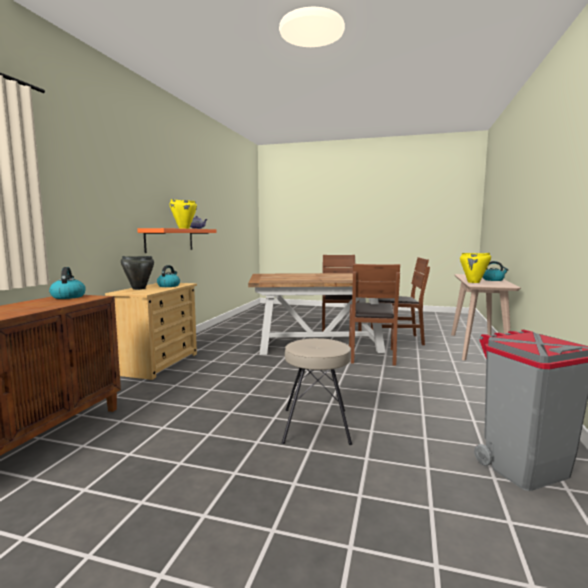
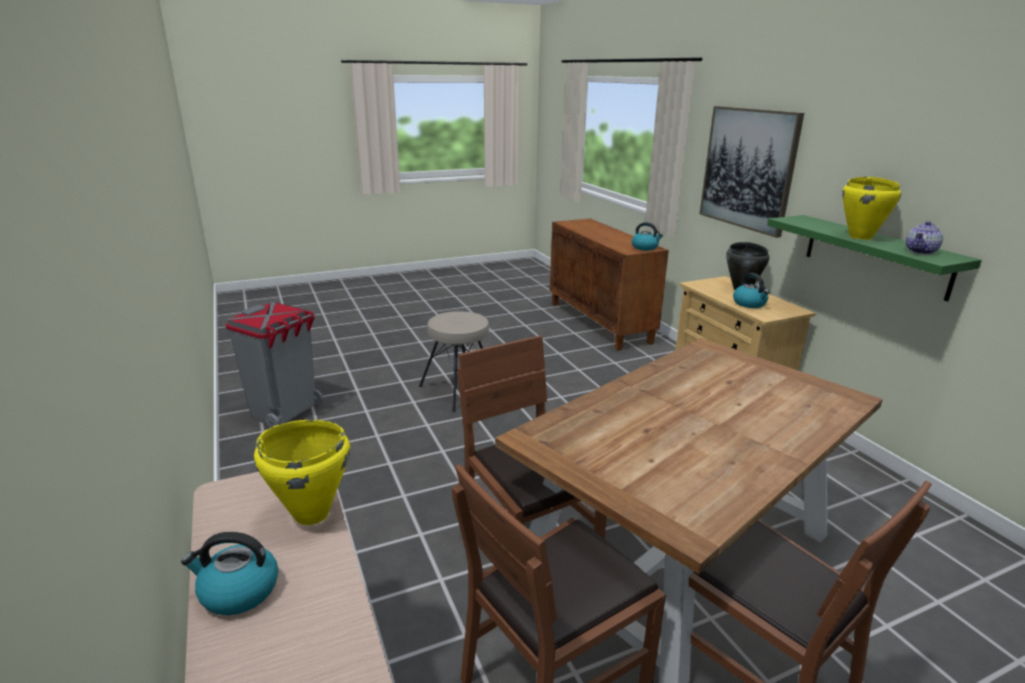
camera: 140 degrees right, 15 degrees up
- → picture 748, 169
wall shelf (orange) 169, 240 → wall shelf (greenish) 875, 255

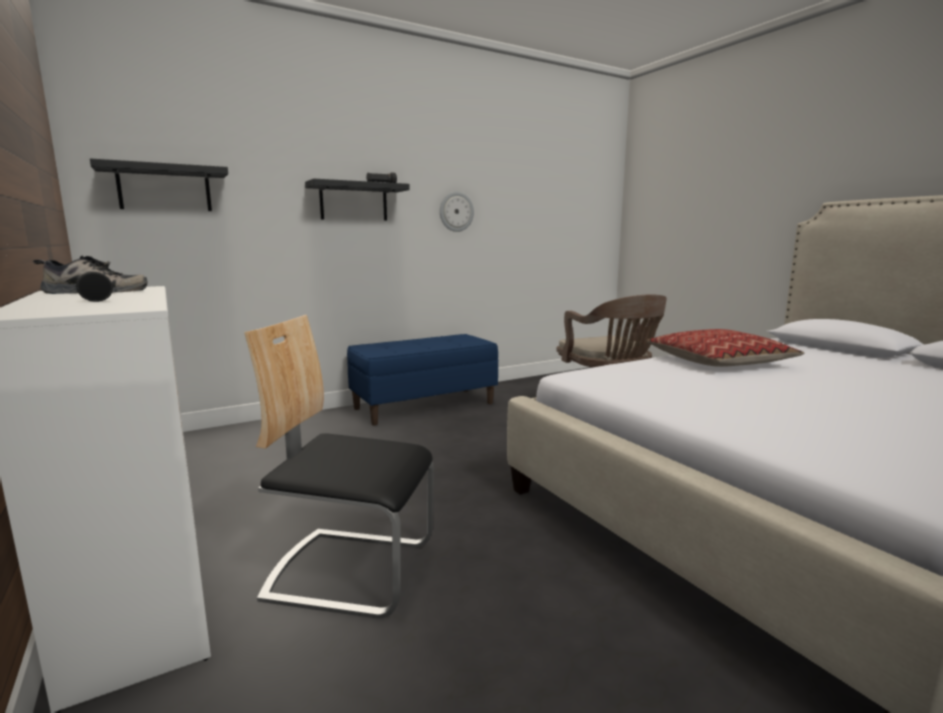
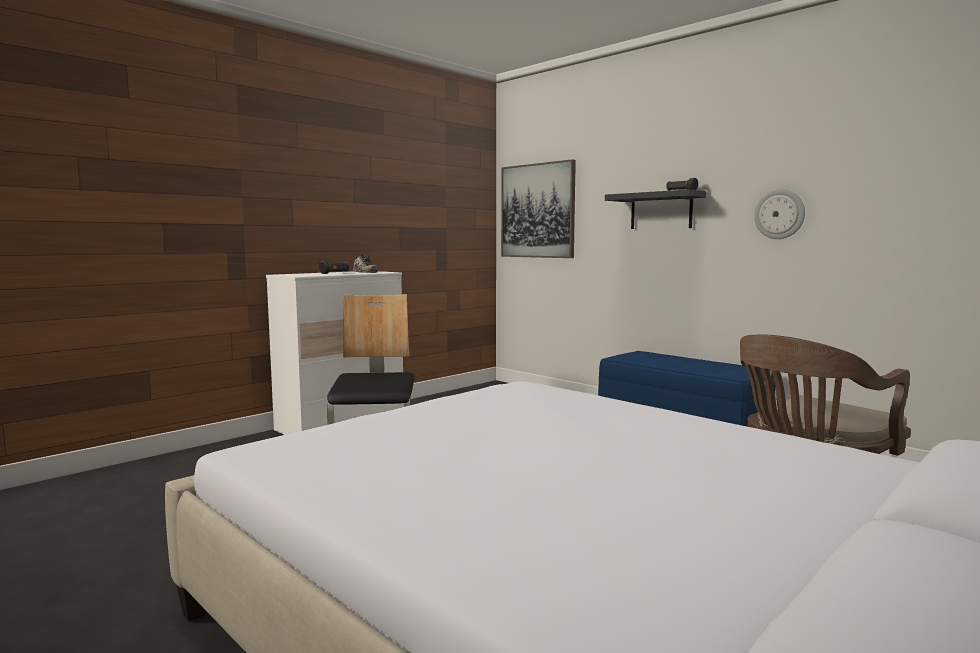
camera: 75 degrees right, 5 degrees down
pillow 718, 362 → -
wall shelf (black) 165, 188 → picture 537, 211

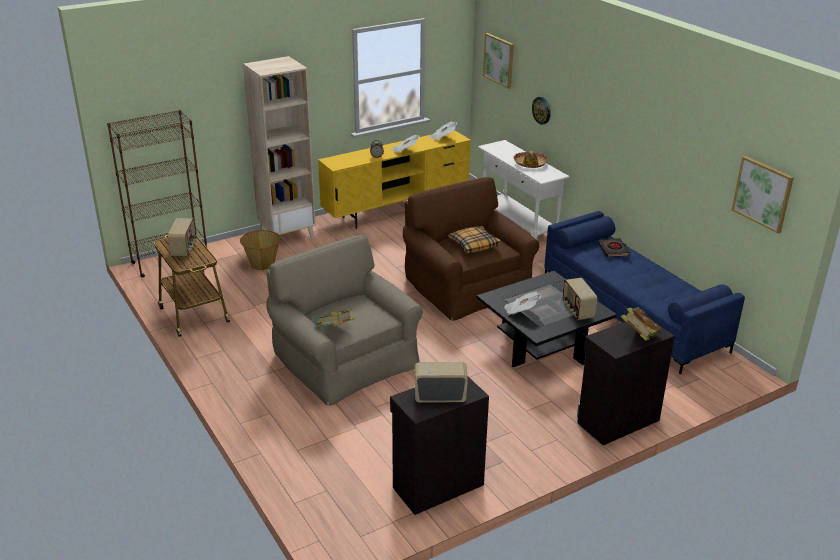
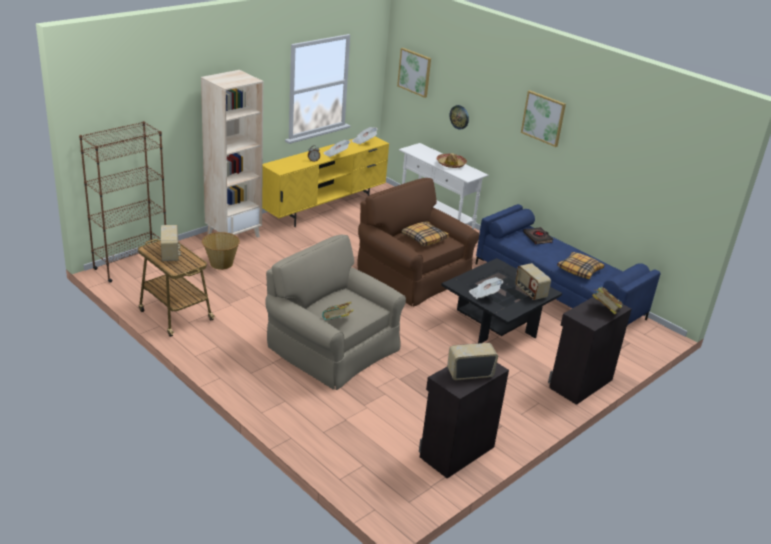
camera: 15 degrees left, 0 degrees up
- → pillow 579, 270
picture 762, 193 → picture 543, 118, shifted

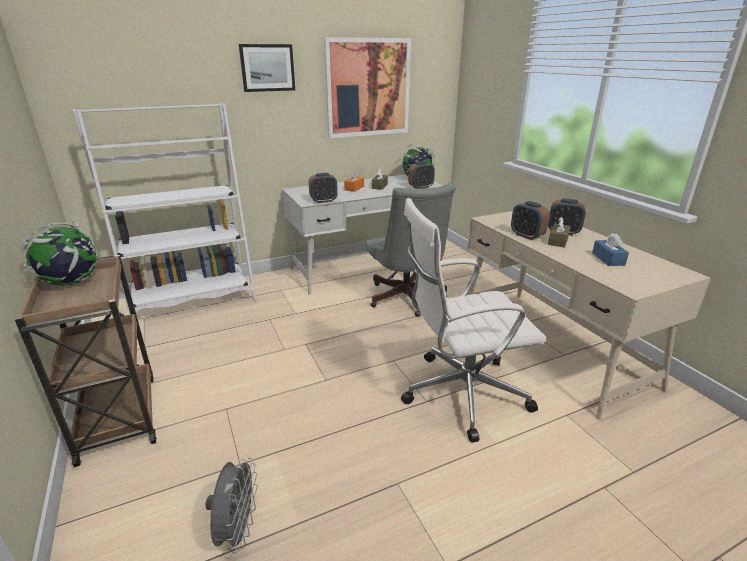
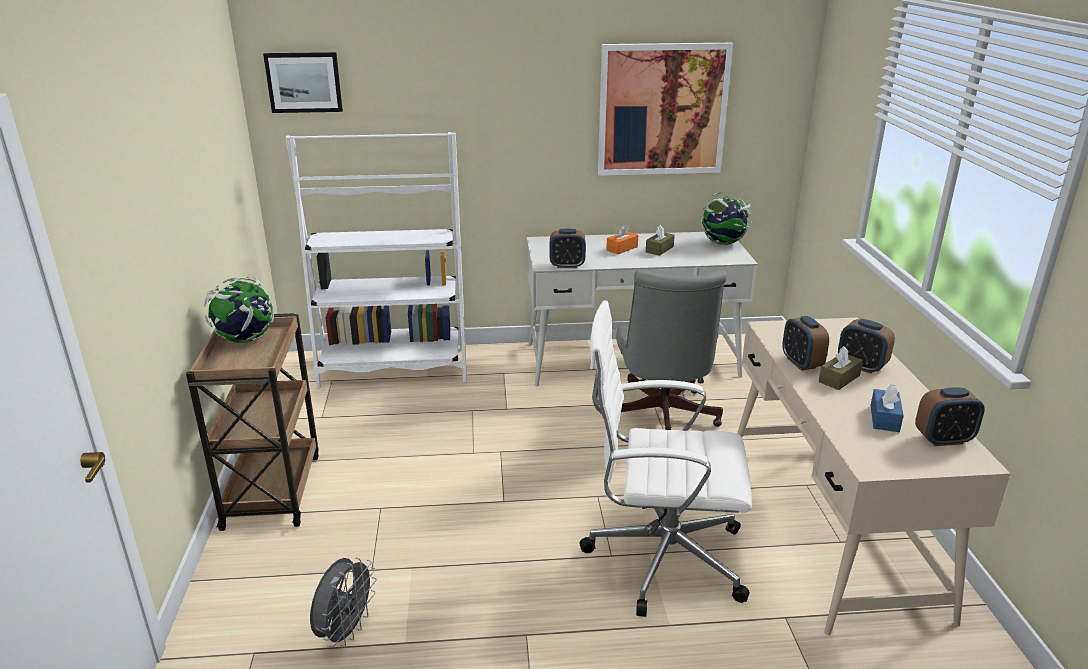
camera: 20 degrees right, 0 degrees up
picture 267, 68 → picture 304, 82, shifted
alarm clock 421, 187 → alarm clock 943, 439, shifted

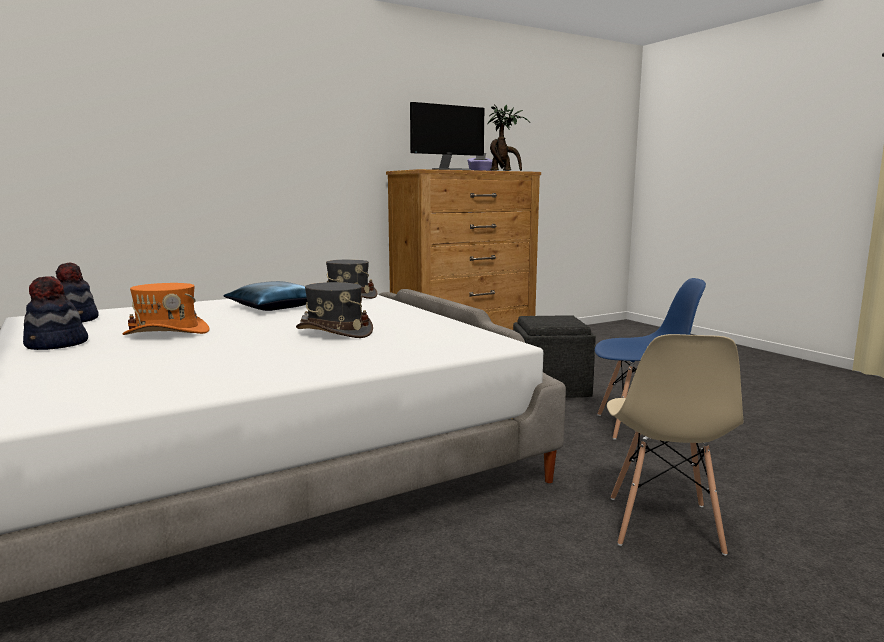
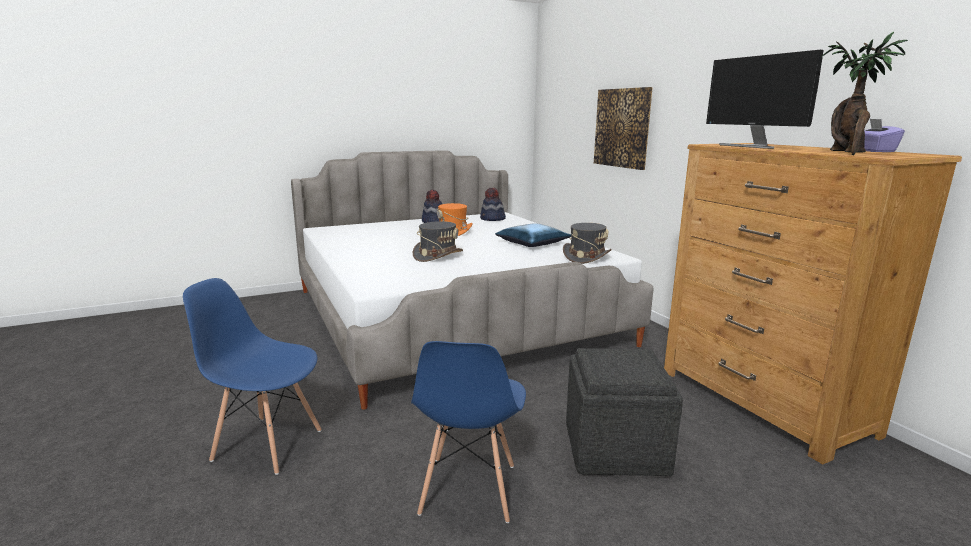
camera: 95 degrees right, 5 degrees up
- → picture 622, 128
upright chair (beige-coloured) 663, 525 → upright chair (bluish) 267, 444

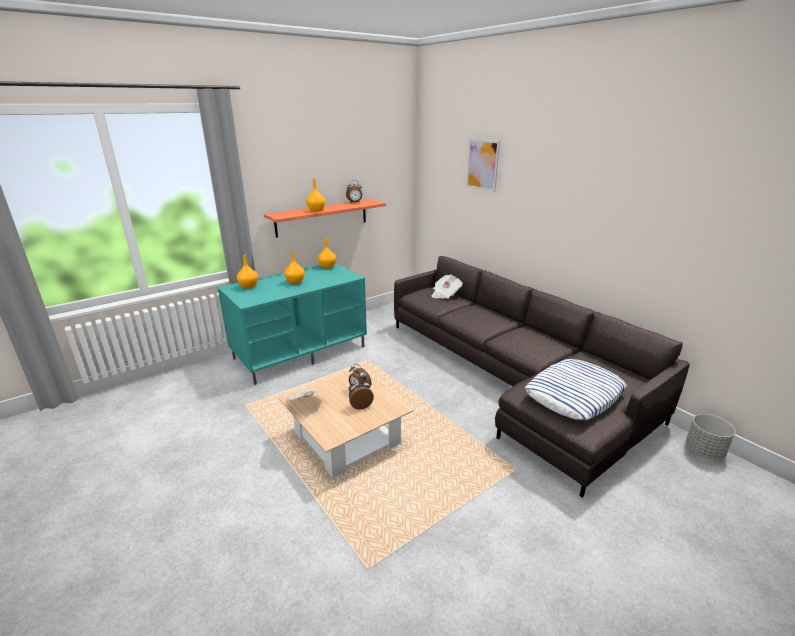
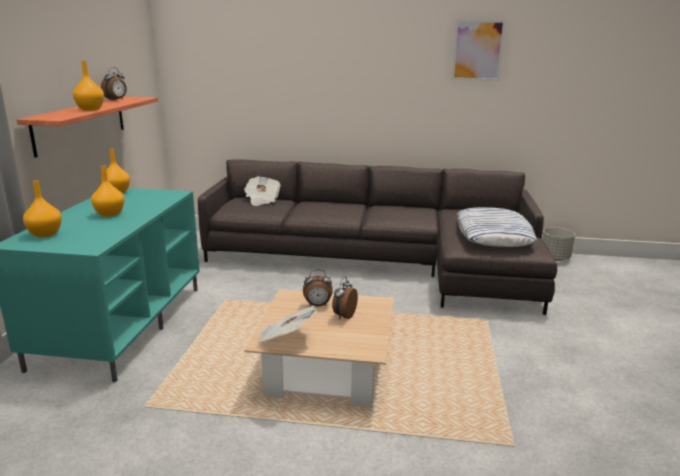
camera: 45 degrees left, 5 degrees down
picture 482, 165 → picture 477, 50, shifted

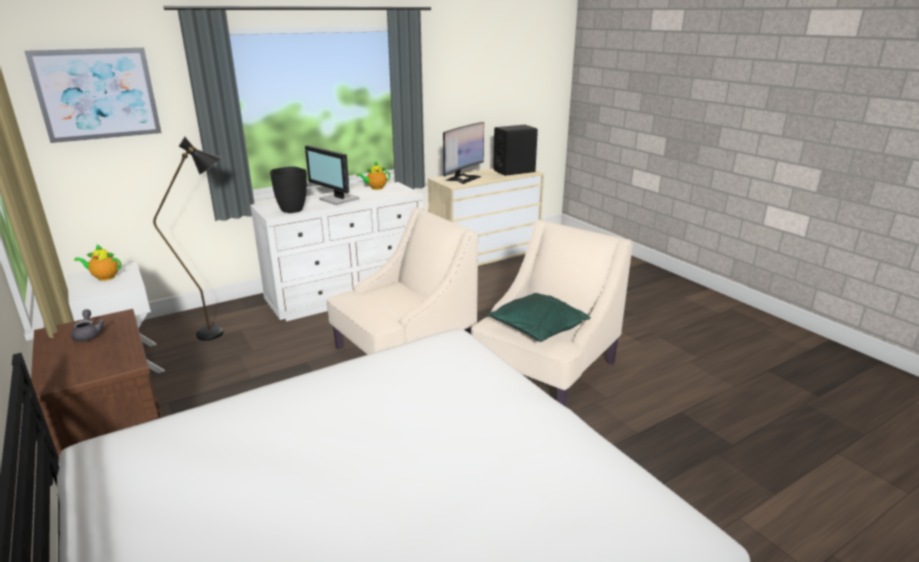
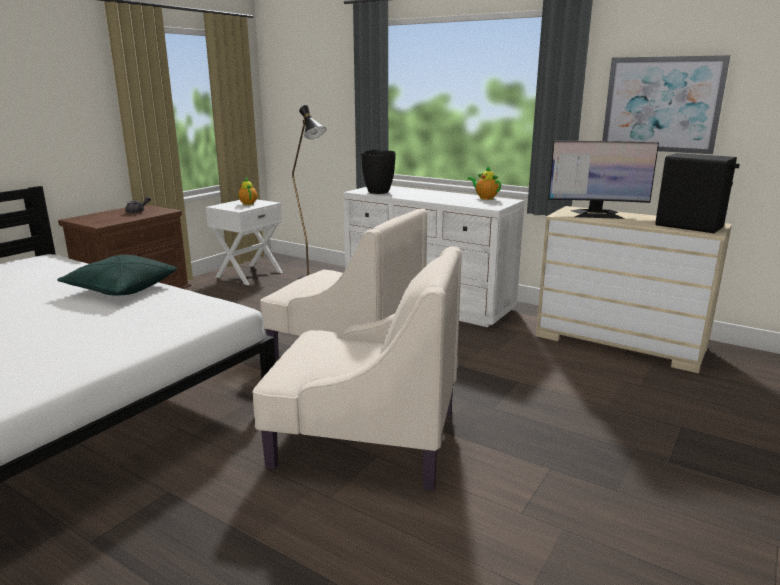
camera: 65 degrees right, 5 degrees down
monitor 338, 200 → -
picture 97, 94 → picture 661, 104, shifted
pillow (greenish) 537, 329 → pillow (greenish) 121, 289, shifted

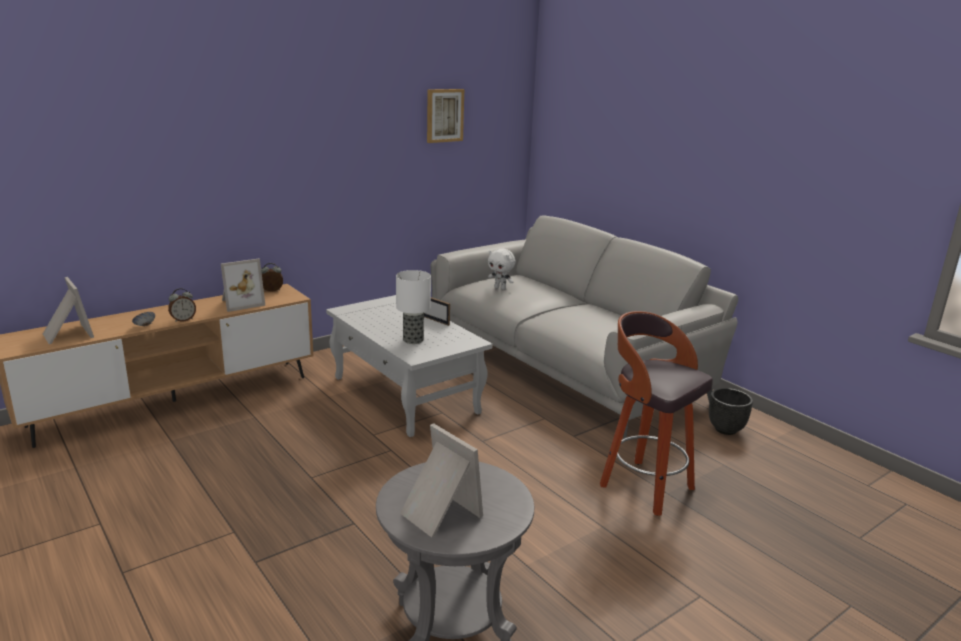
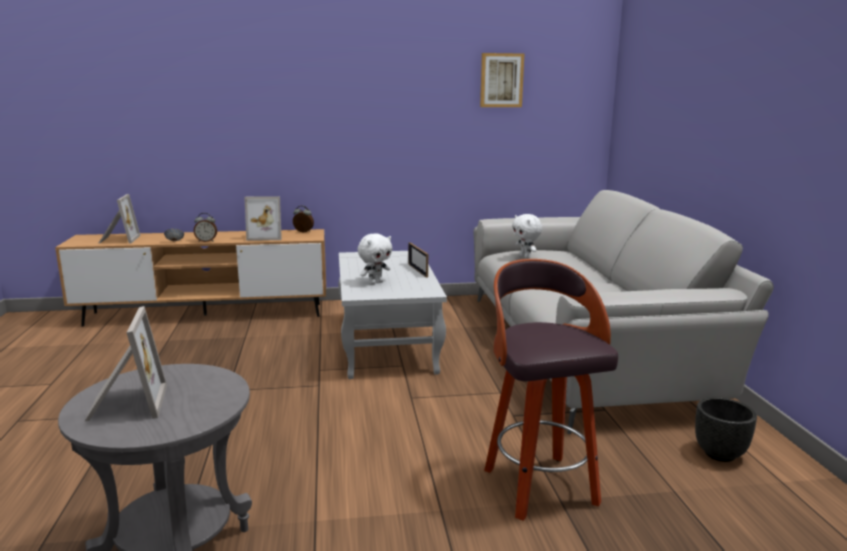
camera: 30 degrees right, 5 degrees down
lamp for a table 413, 340 → soft toy (whitish) 375, 283

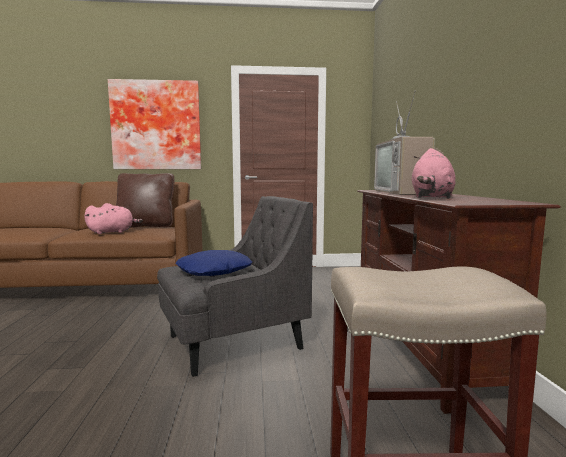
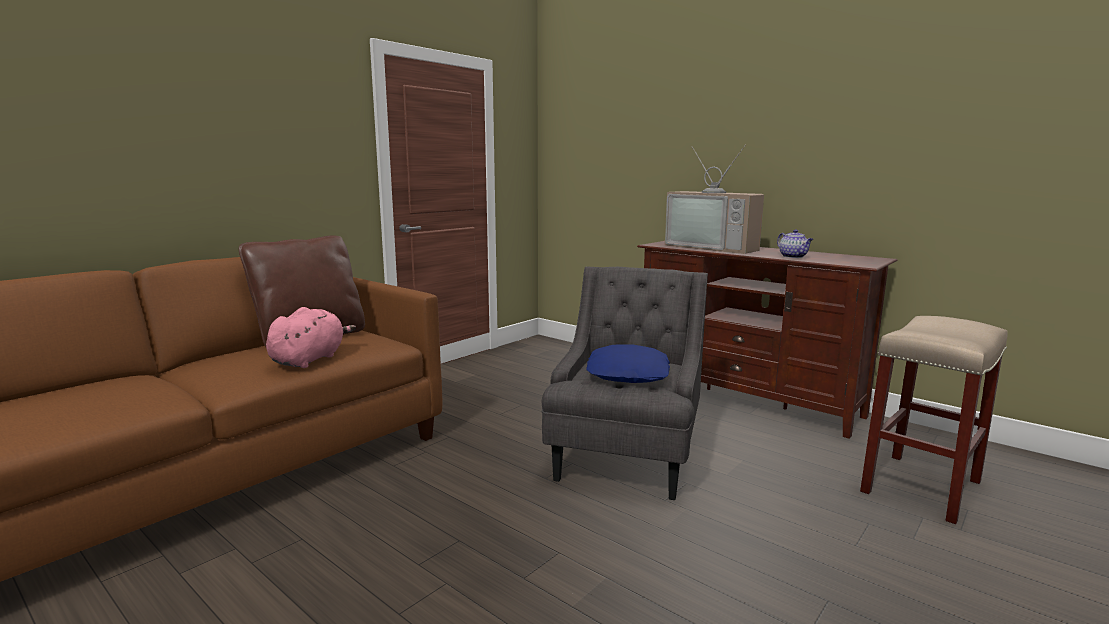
camera: 45 degrees left, 5 degrees up
picture 156, 126 → -
soft toy (pink-coloured) 431, 197 → tea pot 793, 257

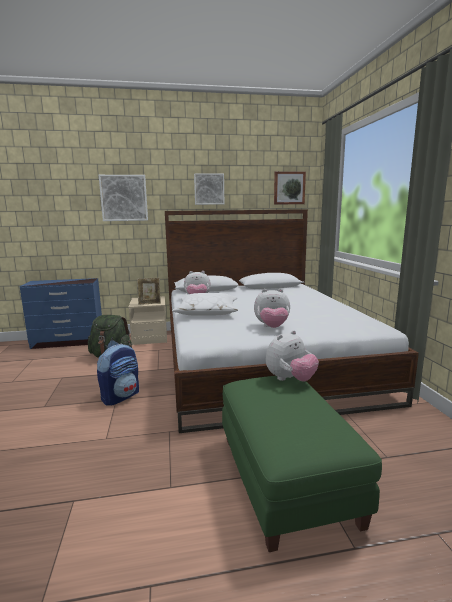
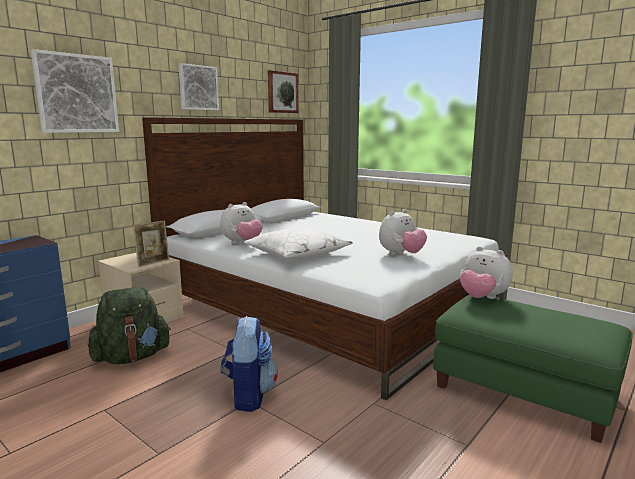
camera: 40 degrees left, 0 degrees up
soft toy 290, 380 → soft toy 482, 298, 120 degrees clockwise

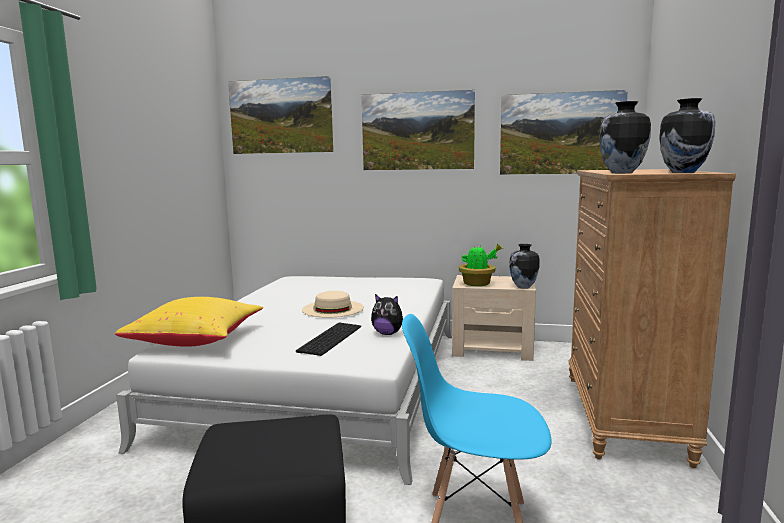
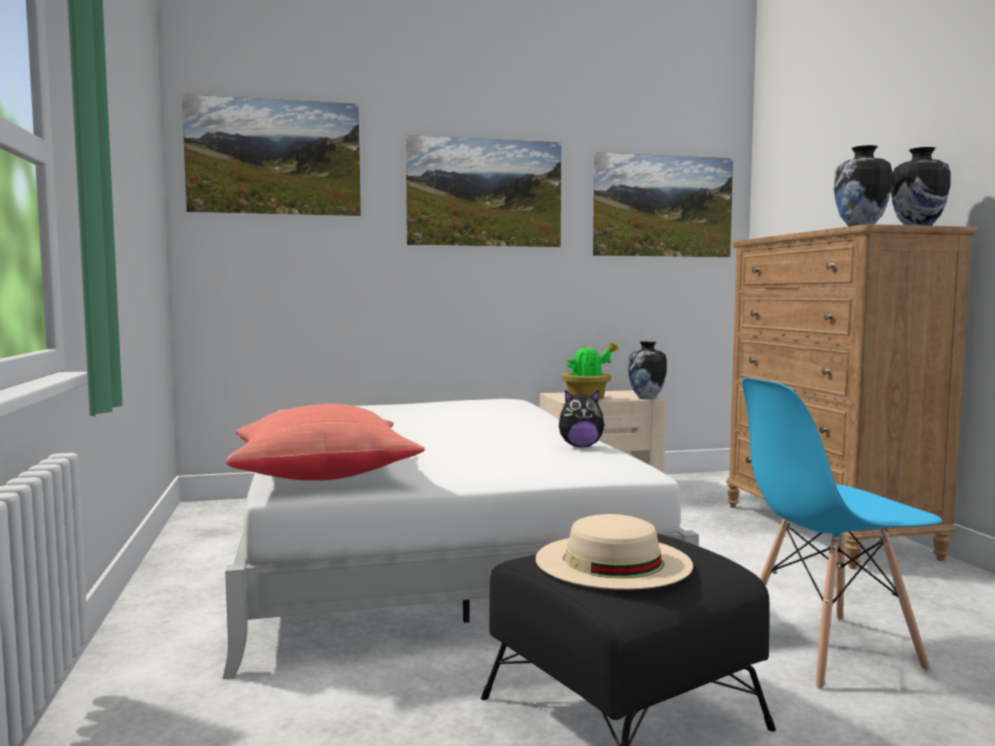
camera: 25 degrees left, 5 degrees down
keyboard 329, 338 → -
hat (beige-coloured) 332, 308 → hat (beige-coloured) 613, 561, shifted
pillow (yellow) 197, 340 → pillow (red) 322, 475

